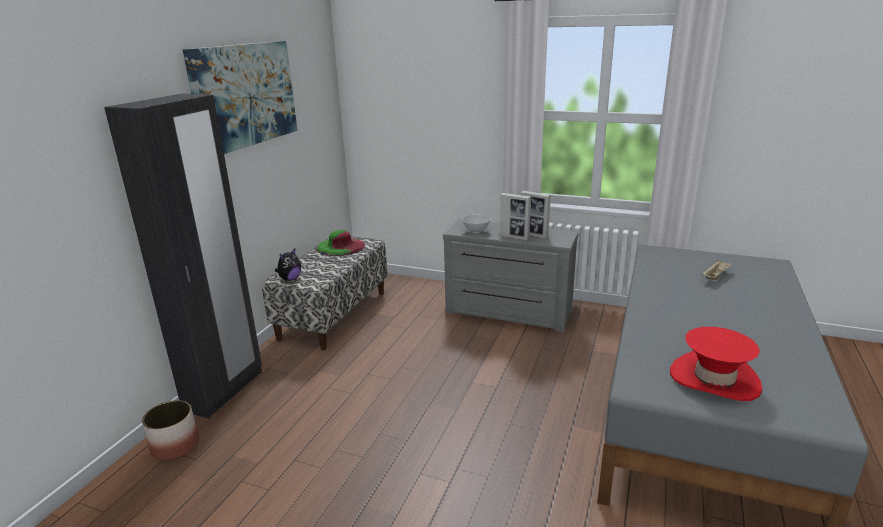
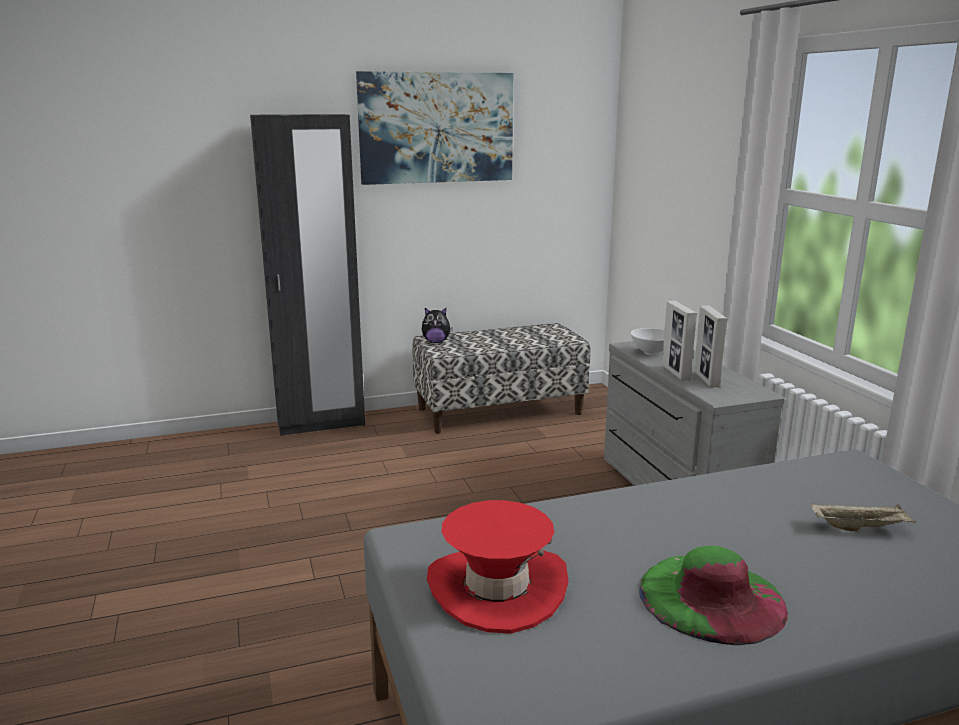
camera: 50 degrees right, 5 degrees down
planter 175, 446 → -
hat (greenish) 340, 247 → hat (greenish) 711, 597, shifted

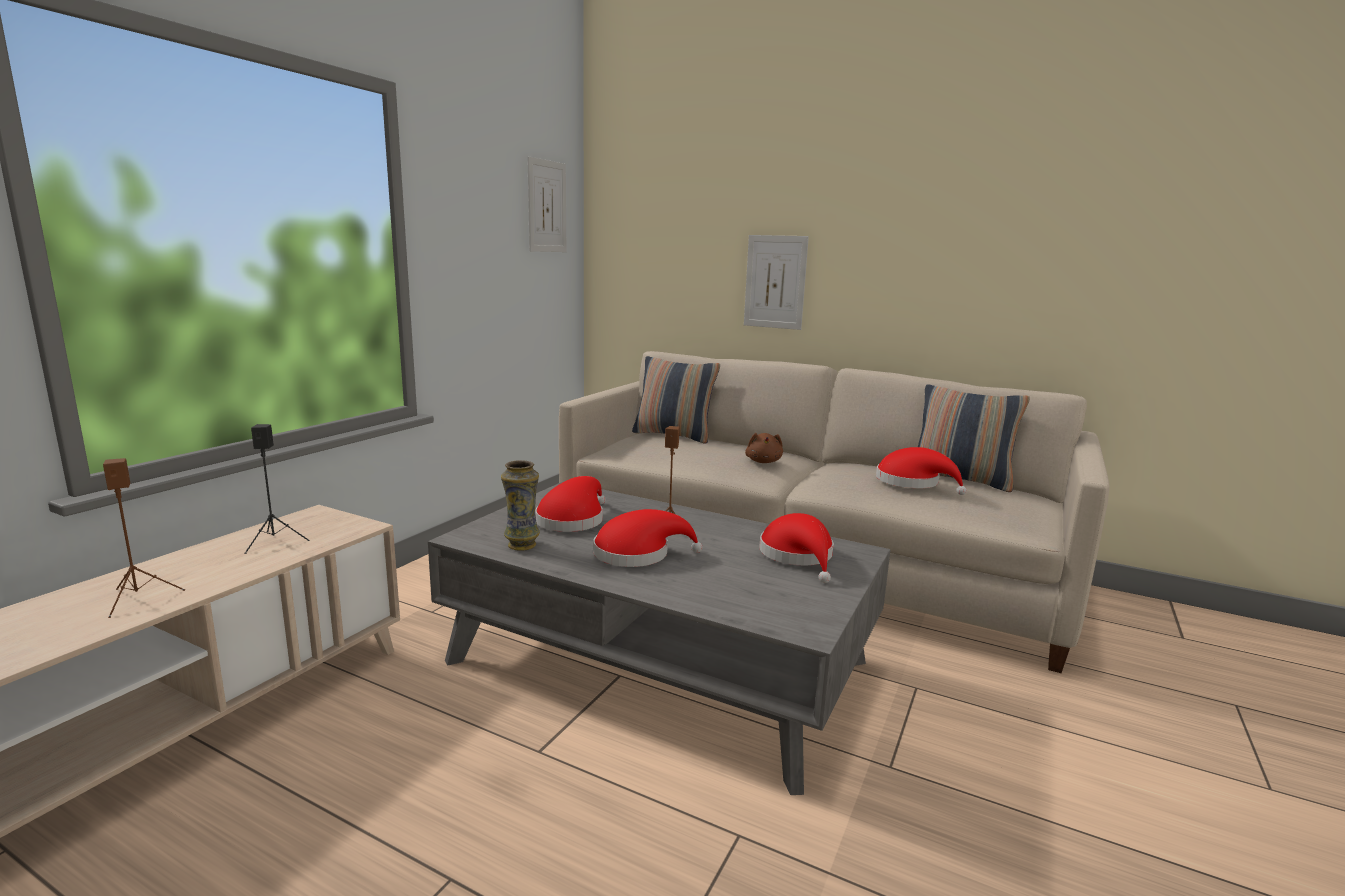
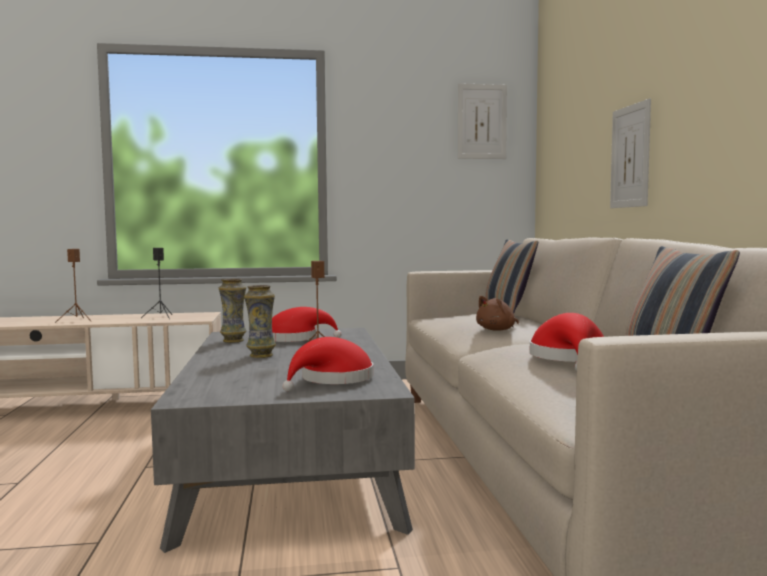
camera: 55 degrees right, 10 degrees down
hat (red) 638, 553 → decorative vase 261, 355

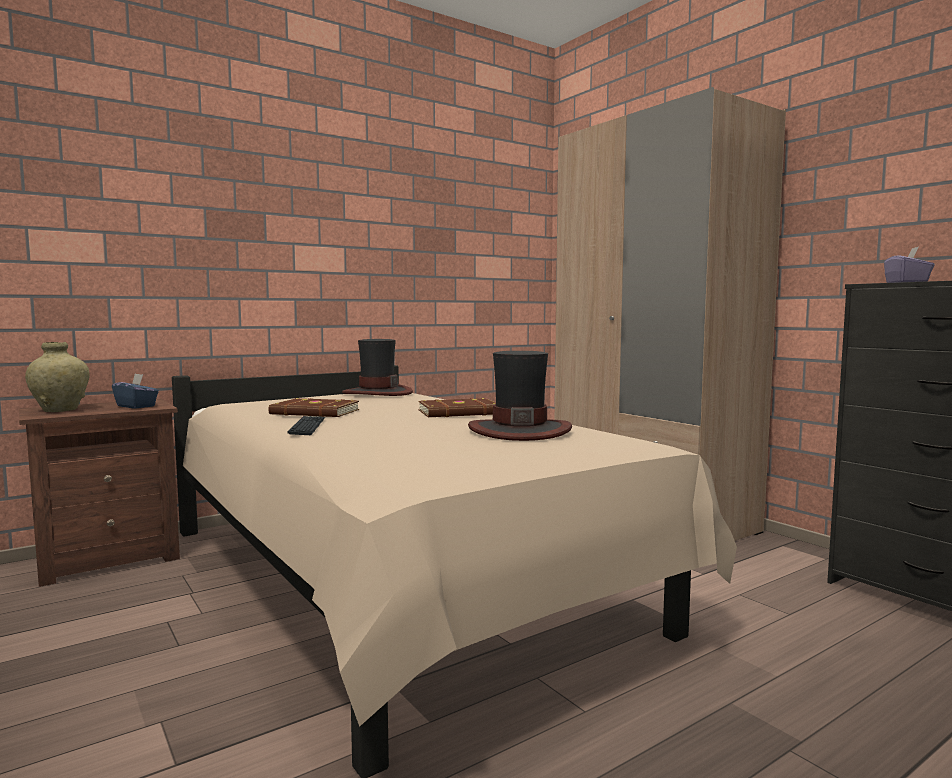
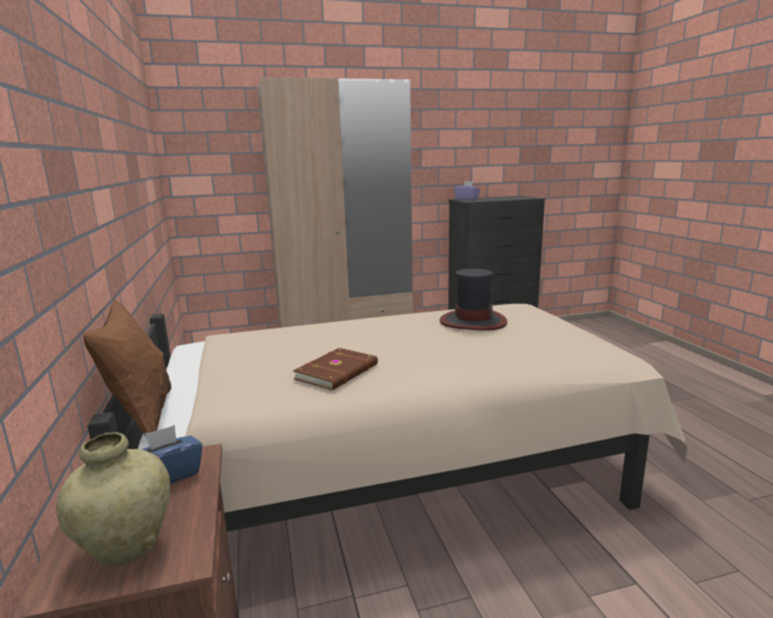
camera: 70 degrees left, 10 degrees up
keyboard 307, 427 → -
hat 377, 393 → -
volume (brown) 460, 413 → -
- → pillow (brown) 142, 416

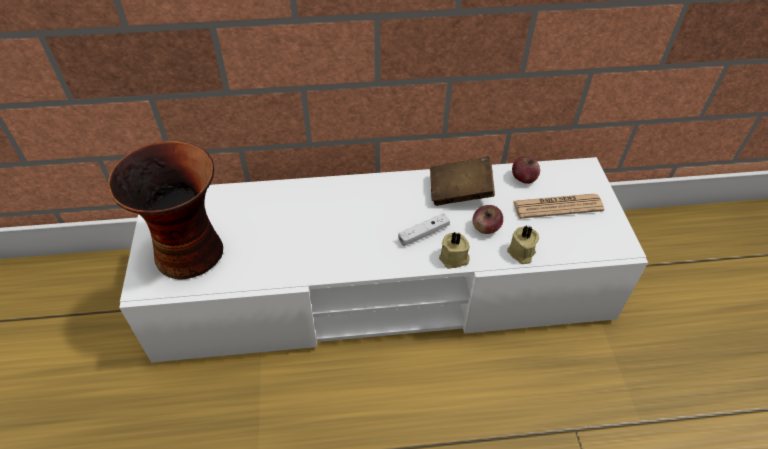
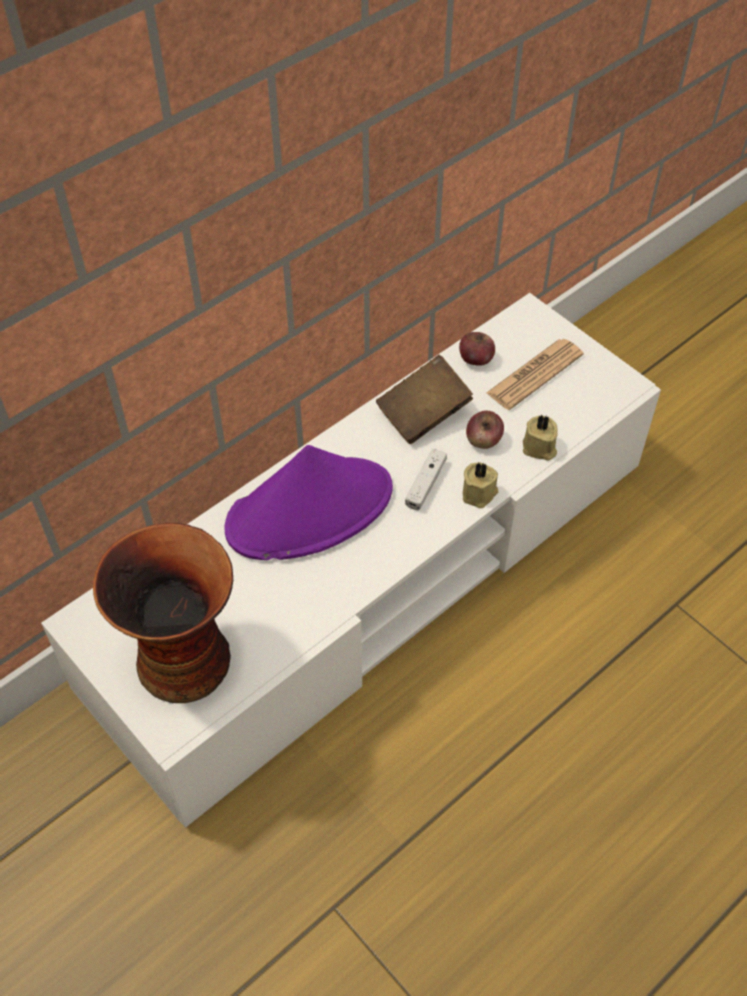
camera: 35 degrees left, 5 degrees up
- → hat (purplish) 310, 509

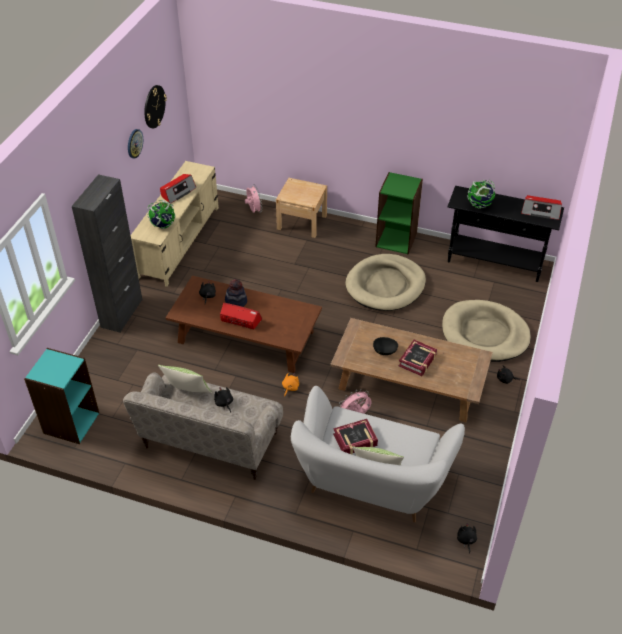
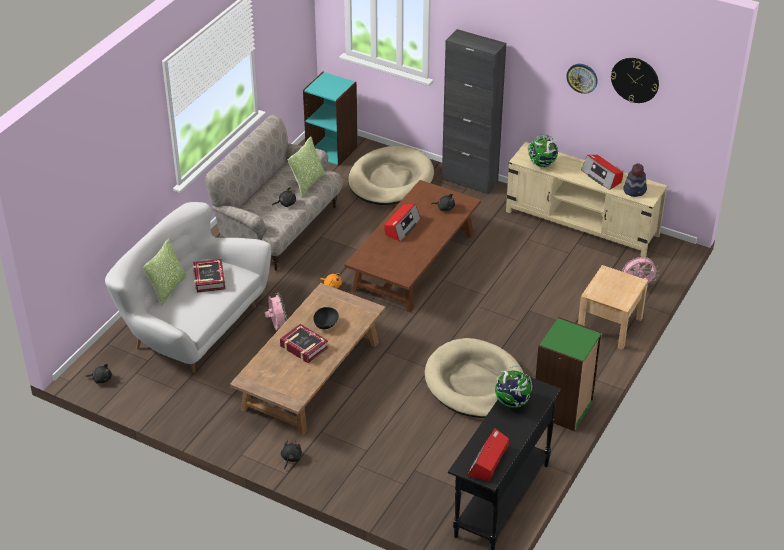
camera: 100 degrees right, 5 degrees down
hat 236, 301 → hat 635, 190, shifted
dog cushion (beige-coloured) 485, 334 → dog cushion (beige-coloured) 390, 180, shifted

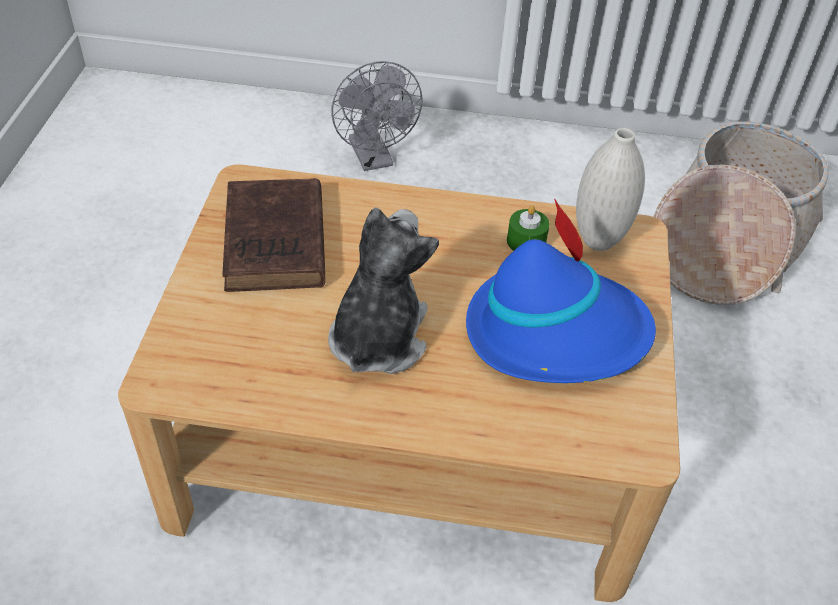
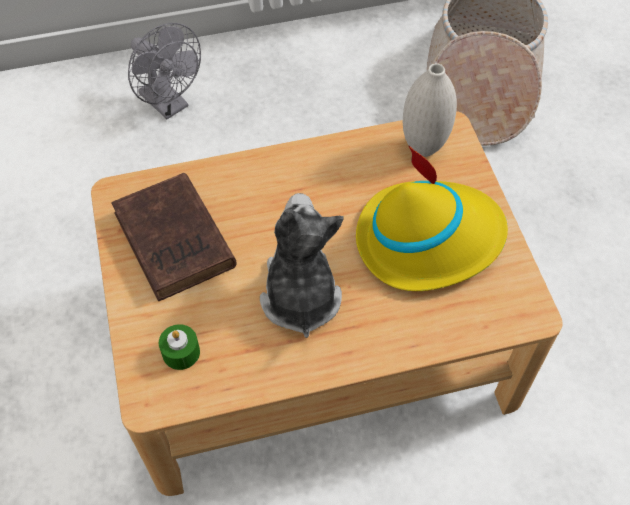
camera: 20 degrees left, 10 degrees up
wax candle (greenish) 526, 241 → wax candle (greenish) 181, 352, shifted
hat (bluish) 555, 332 → hat (yellow) 428, 239

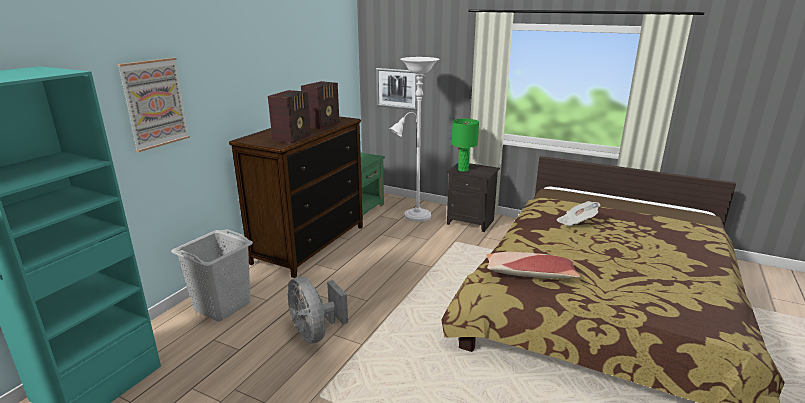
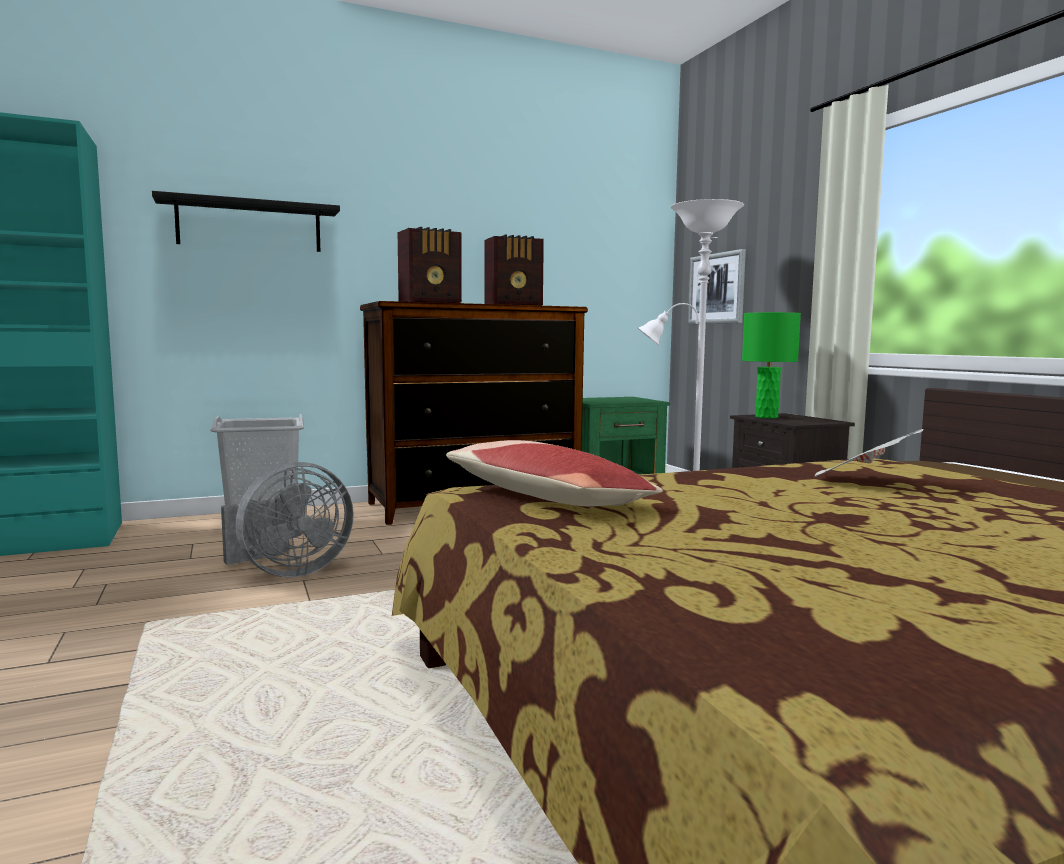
camera: 40 degrees right, 15 degrees down
picture 155, 103 → wall shelf (black) 250, 226
cooling fan (gray) 315, 333 → cooling fan (gray) 289, 572, 135 degrees counterclockwise

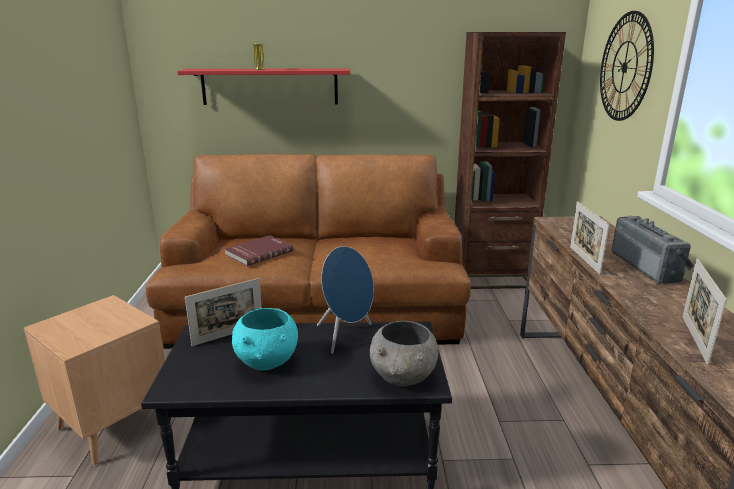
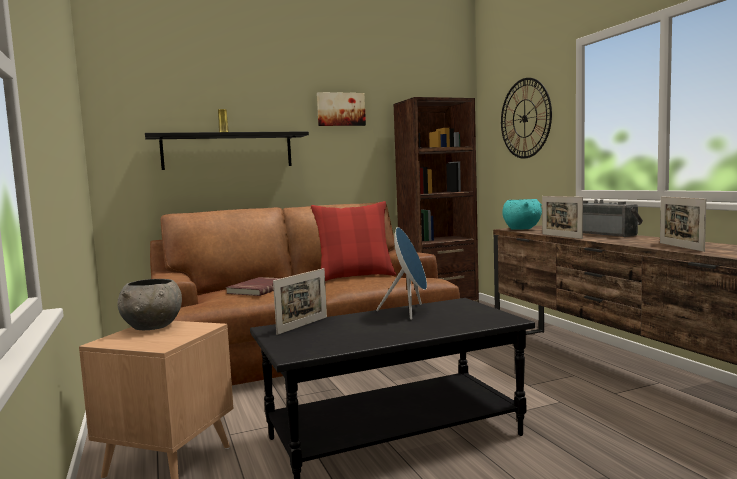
camera: 20 degrees left, 15 degrees down
- → pillow (red) 355, 276
- → picture 340, 109
serving bowl (turquoise-coloured) 268, 362 → serving bowl (turquoise-coloured) 522, 229, shifted
serving bowl (gray) 403, 378 → serving bowl (gray) 153, 327, shifted
wall shelf (red) 270, 86 → wall shelf (black) 228, 151

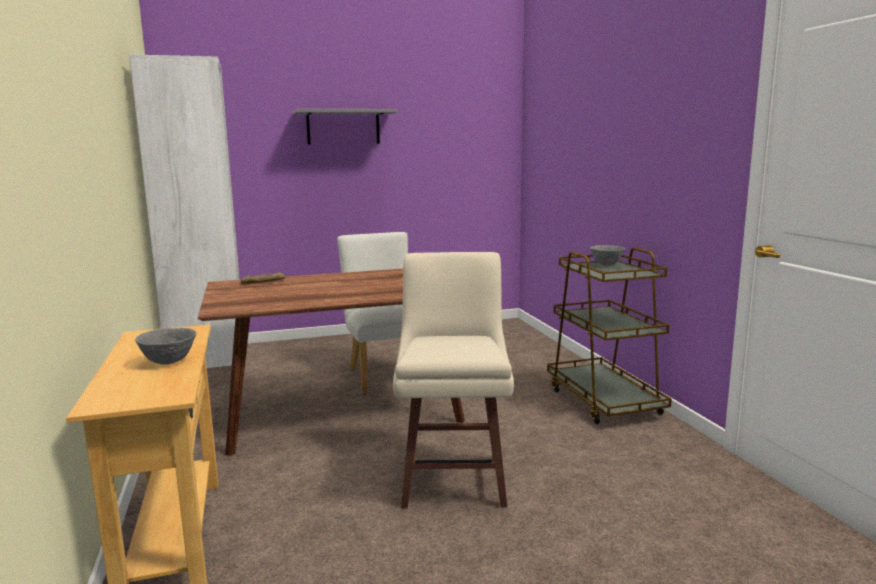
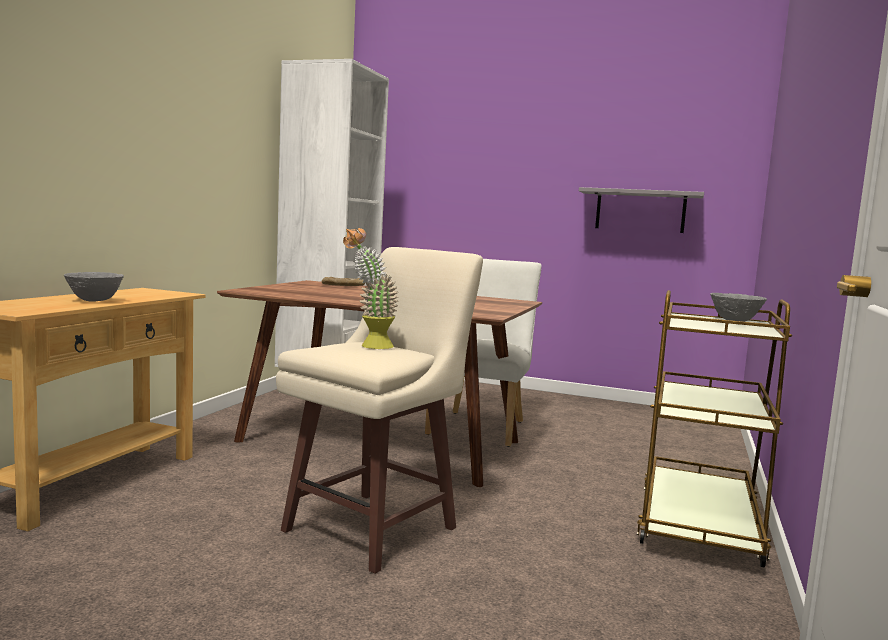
camera: 35 degrees right, 5 degrees down
- → plant in a pot 368, 346
wall shelf (gray) 343, 127 → wall shelf (gray) 640, 211, shifted

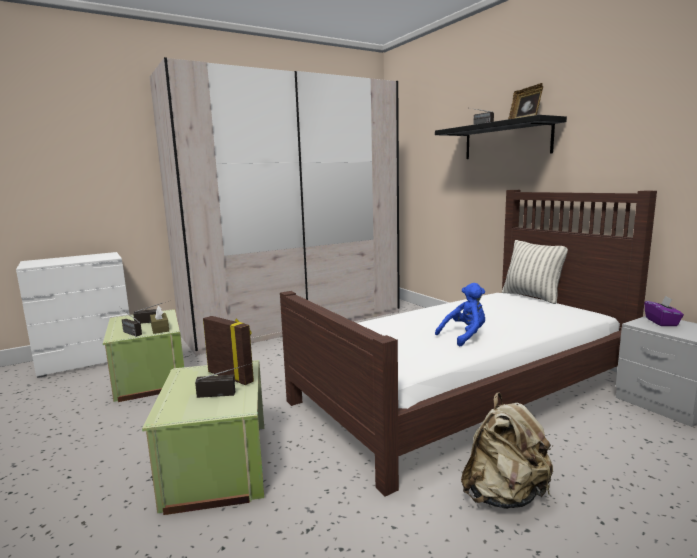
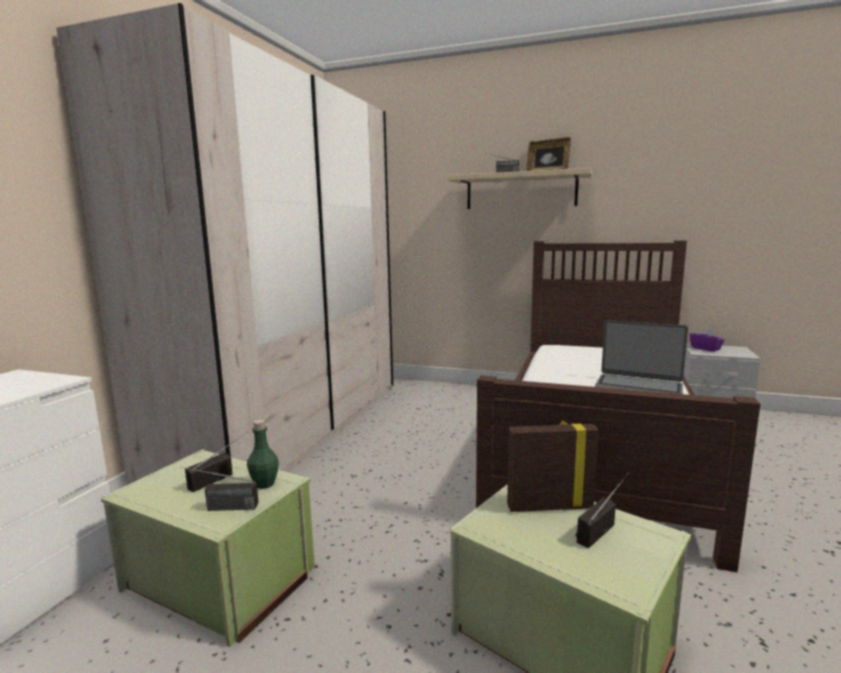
camera: 40 degrees left, 0 degrees up
rucksack (beige-coloured) 504, 495 → -
pillow 532, 297 → -
tissue holder (brown) 160, 328 → drink bottle (greenish) 264, 484
soft toy (bluish) 464, 336 → portable computer 638, 390
wall shelf (black) 506, 140 → wall shelf (beige-coloured) 521, 191

